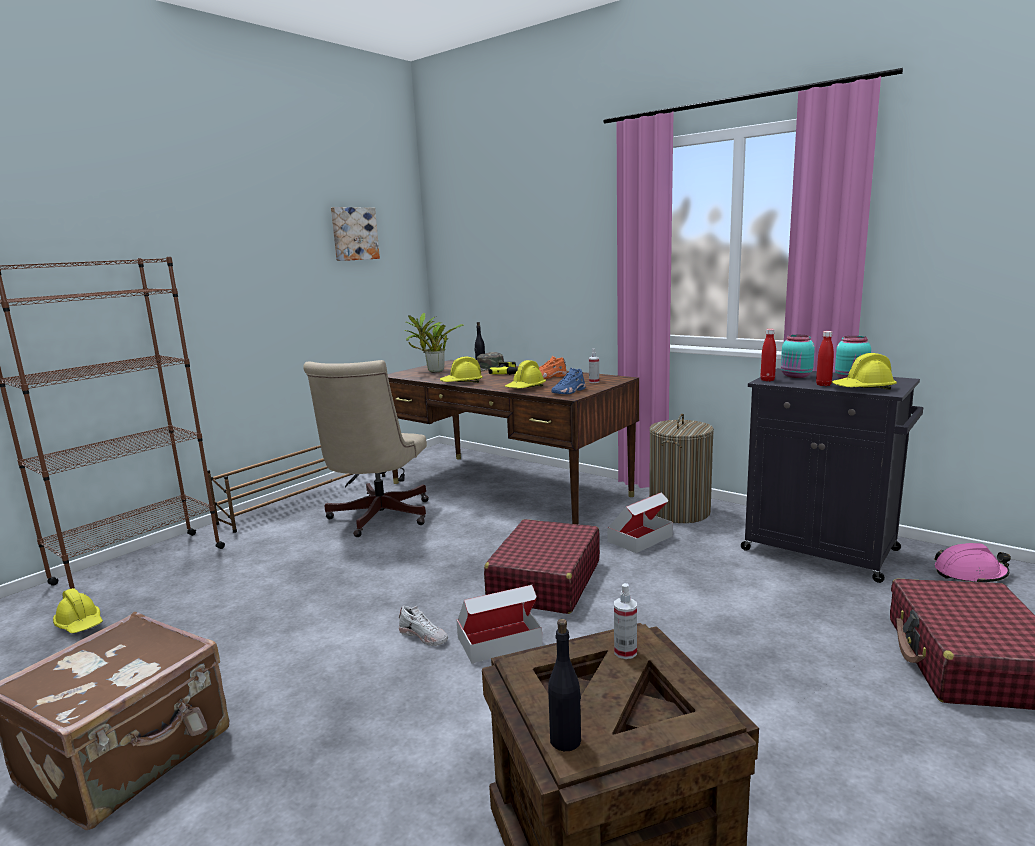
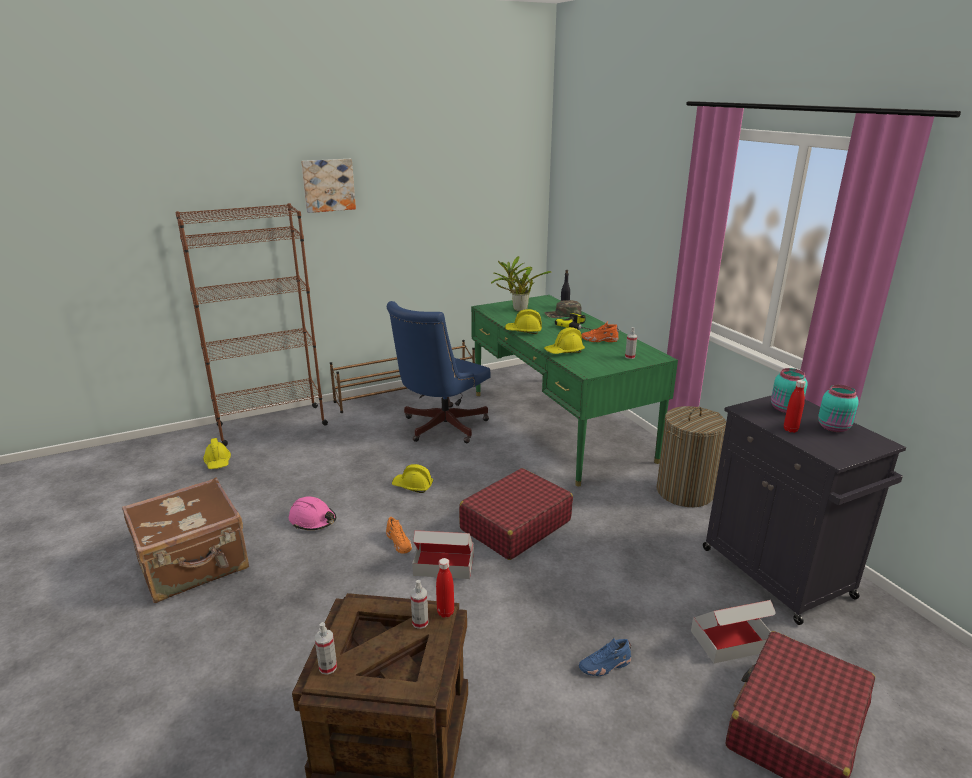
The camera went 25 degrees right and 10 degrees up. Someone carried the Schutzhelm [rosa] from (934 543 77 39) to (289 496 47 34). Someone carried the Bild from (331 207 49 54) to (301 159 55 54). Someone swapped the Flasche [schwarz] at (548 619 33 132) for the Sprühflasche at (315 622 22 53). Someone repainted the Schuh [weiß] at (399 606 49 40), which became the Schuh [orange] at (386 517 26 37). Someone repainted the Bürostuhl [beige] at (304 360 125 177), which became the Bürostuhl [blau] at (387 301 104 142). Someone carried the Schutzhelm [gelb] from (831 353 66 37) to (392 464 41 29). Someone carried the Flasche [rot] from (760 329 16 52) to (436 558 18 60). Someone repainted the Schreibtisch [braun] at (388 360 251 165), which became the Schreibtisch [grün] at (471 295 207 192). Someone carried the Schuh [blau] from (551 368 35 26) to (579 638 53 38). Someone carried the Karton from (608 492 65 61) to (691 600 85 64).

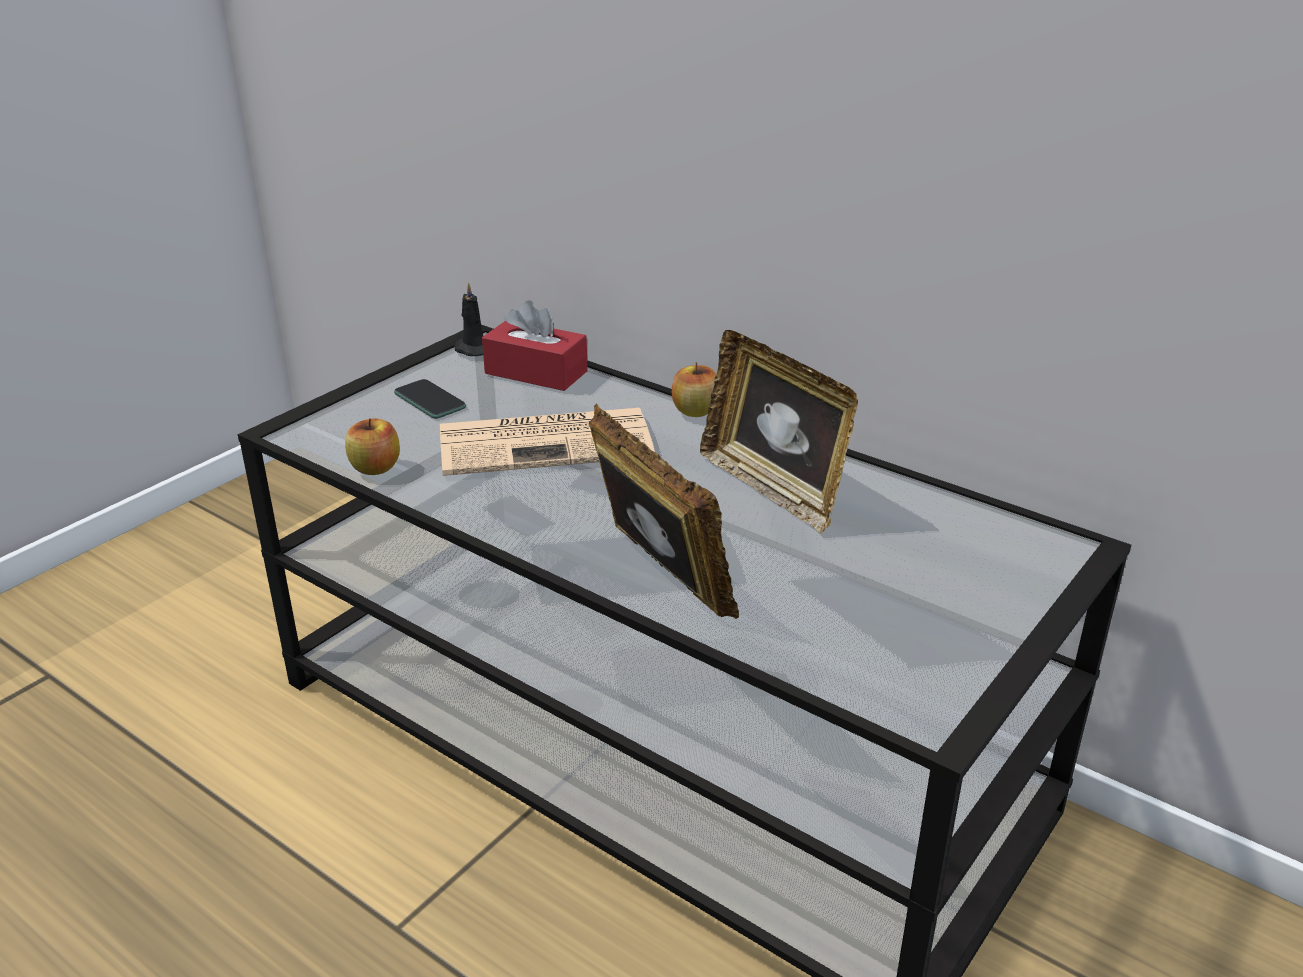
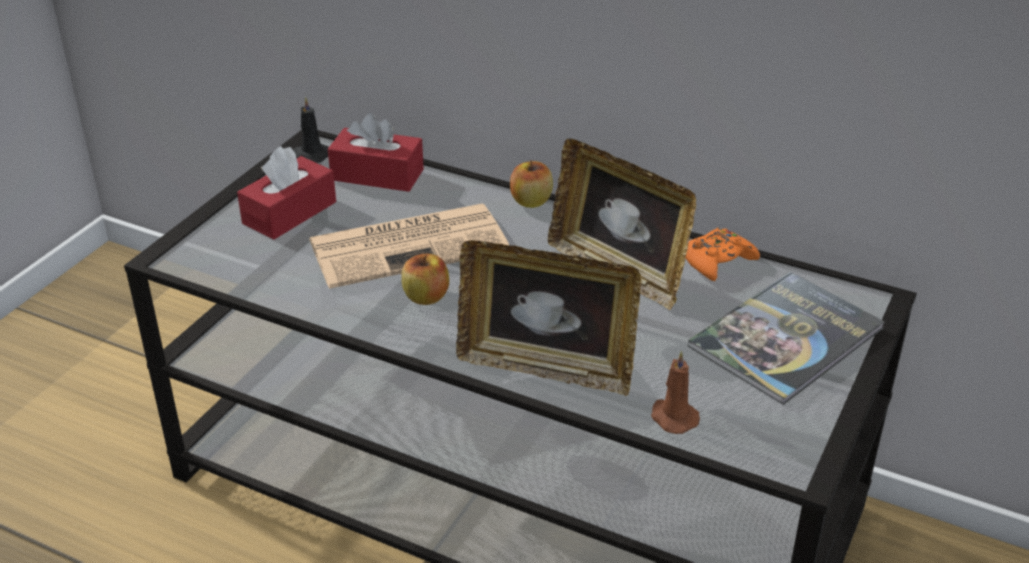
The camera went 10 degrees left and 5 degrees up. Someone swapped the Handy at (394 379 72 40) for the Taschentuchbox [rot] at (237 146 99 94). Someone carried the Apfel from (345 418 55 57) to (401 254 48 51). Someone rotated the Bilderrahmen at (589 403 150 216) by 150 degrees clockwise. Someone put down the Kerze [braun] at (651 350 49 84). Someone put down the Gamepad [orange] at (686 228 74 53). Someone put down the Buch at (688 272 197 133).

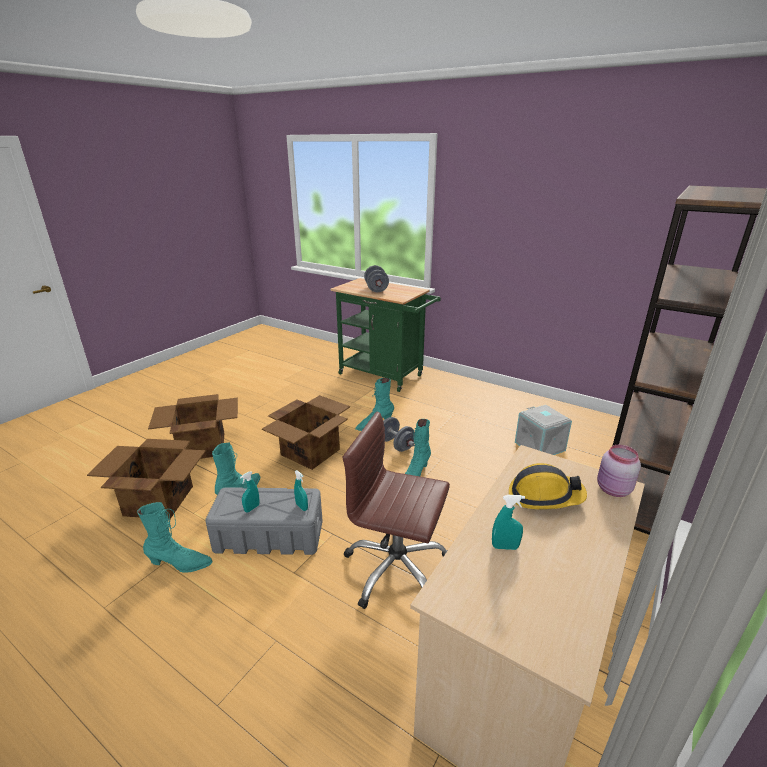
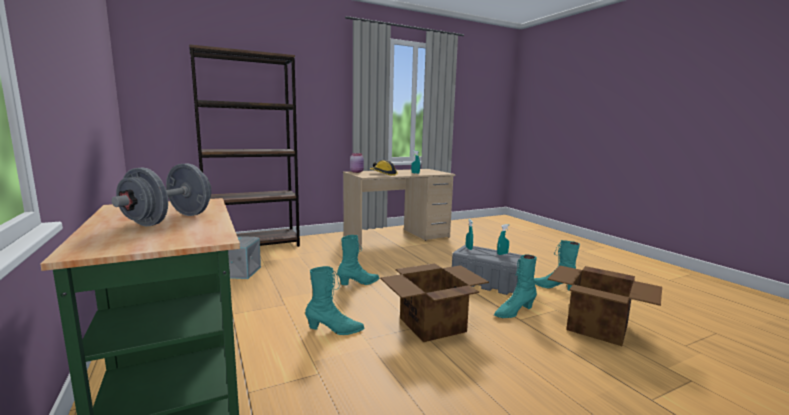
The camera went 150 degrees left and 15 degrees down. Someone took away the Karton at (148 394 90 65). Someone took away the Bürostuhl [braun] at (343 412 107 197). Someone took away the Hantel [grau] at (383 417 32 35).

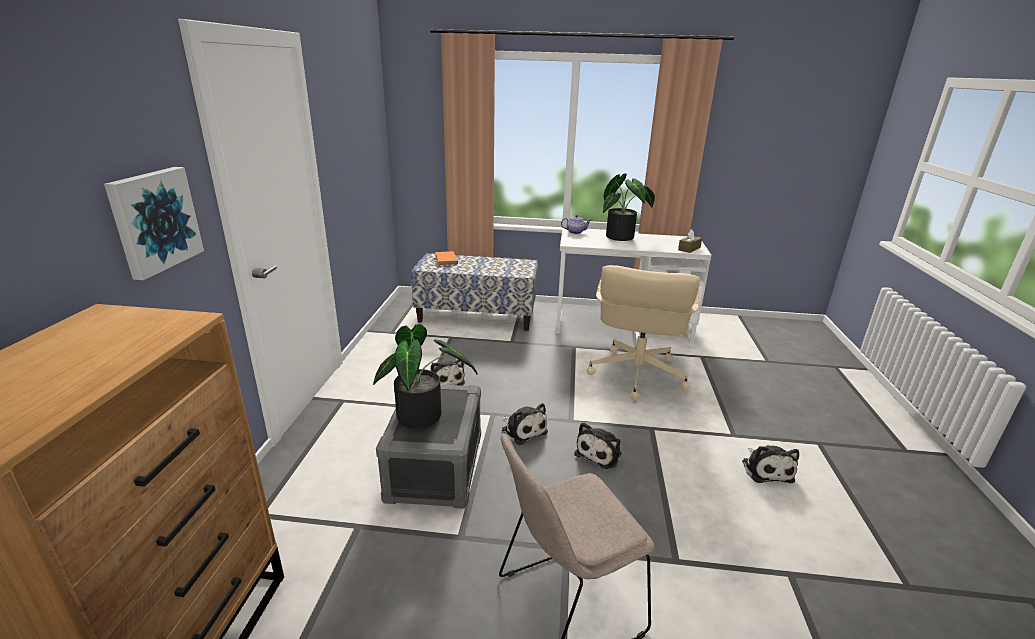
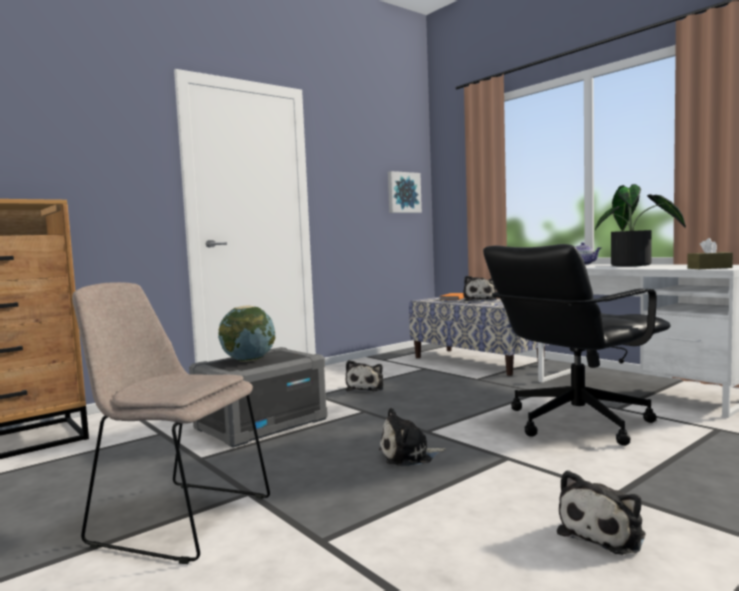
The camera went 45 degrees right and 20 degrees down. Someone swapped the Topfpflanze at (373 324 105 104) for the Globus at (218 305 57 57). Someone carried the Bild from (104 167 100 113) to (388 171 34 42). Someone carried the Plüschtier from (502 403 46 42) to (463 276 33 25). Someone repainted the Bürostuhl [beige] at (587 265 113 136), which became the Bürostuhl [schwarz] at (483 244 188 202).

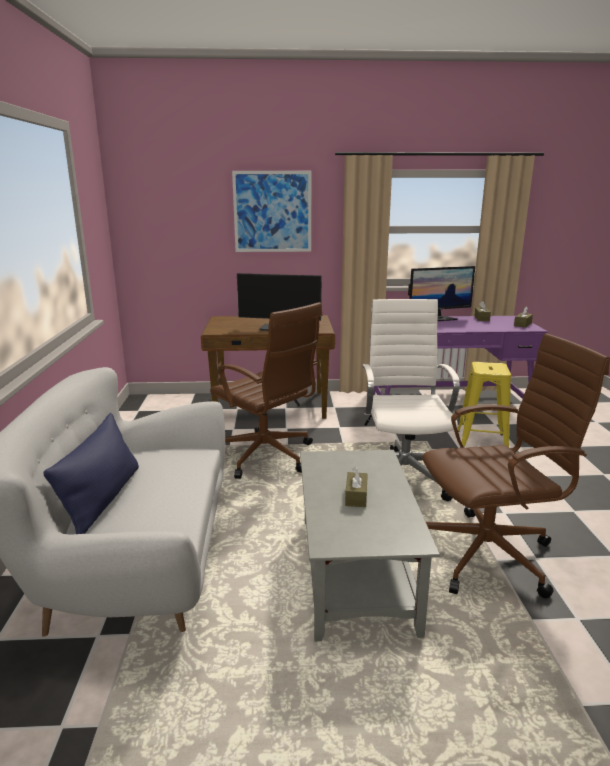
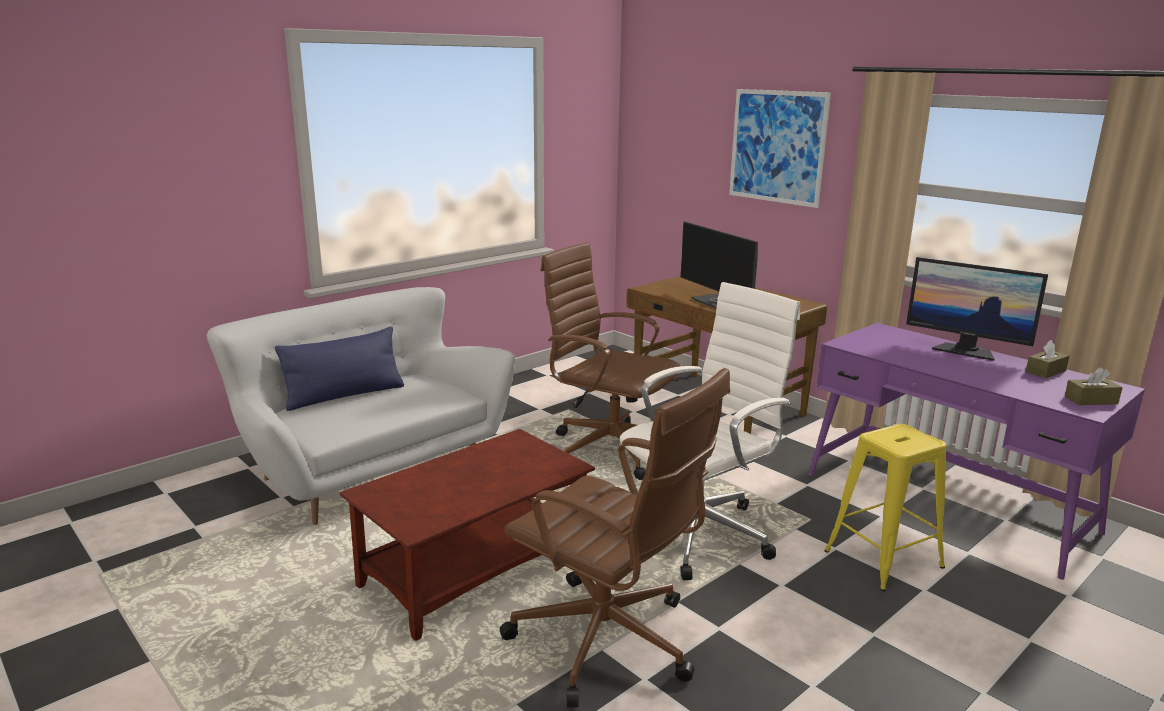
The camera went 50 degrees right and 0 degrees up. Someone repainted the Couchtisch [grau] at (300 450 140 191), which became the Couchtisch [braun] at (340 429 255 212). Someone rotated the Bürostuhl [braun] at (210 302 112 177) by 120 degrees clockwise. Someone took away the Taschentuchbox [braun] at (345 467 23 40).

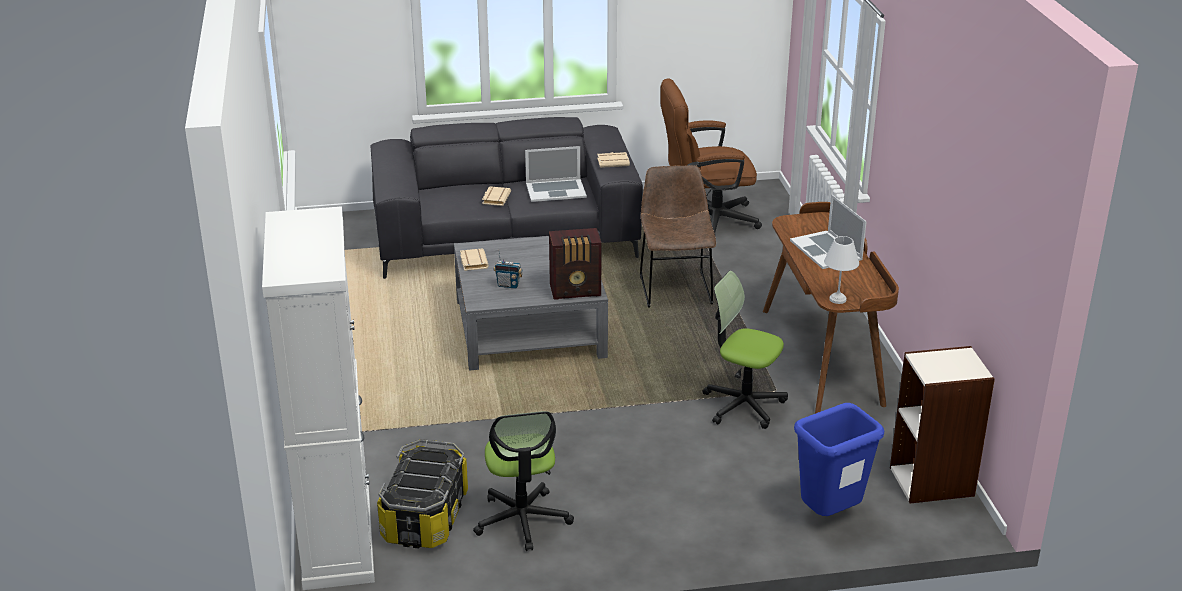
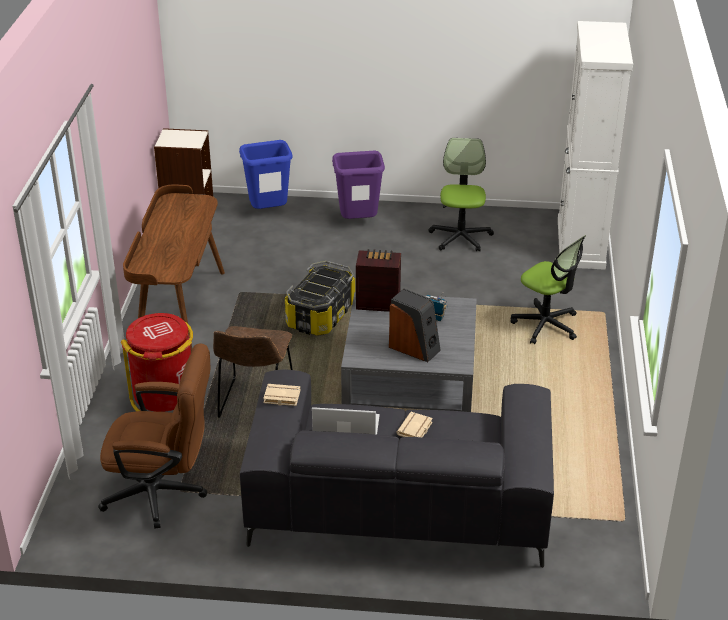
The camera went 165 degrees left and 5 degrees up. Someone put down the Mülleimer [rot] at (121 313 72 99). Someone carried the Aufbewahrungsbox from (377 439 91 109) to (285 261 70 75). Someone put down the Mülleimer [lila] at (332 151 53 68). Someone put down the Lautsprecher at (389 288 52 74). Someone carried the Bürostuhl from (702 271 86 158) to (510 235 76 109). Someone took away the Buch [beige] at (460 248 29 23). Someone took away the Laptop at (790 194 77 75). Someone took away the Tischlampe [weiß] at (824 236 35 68).

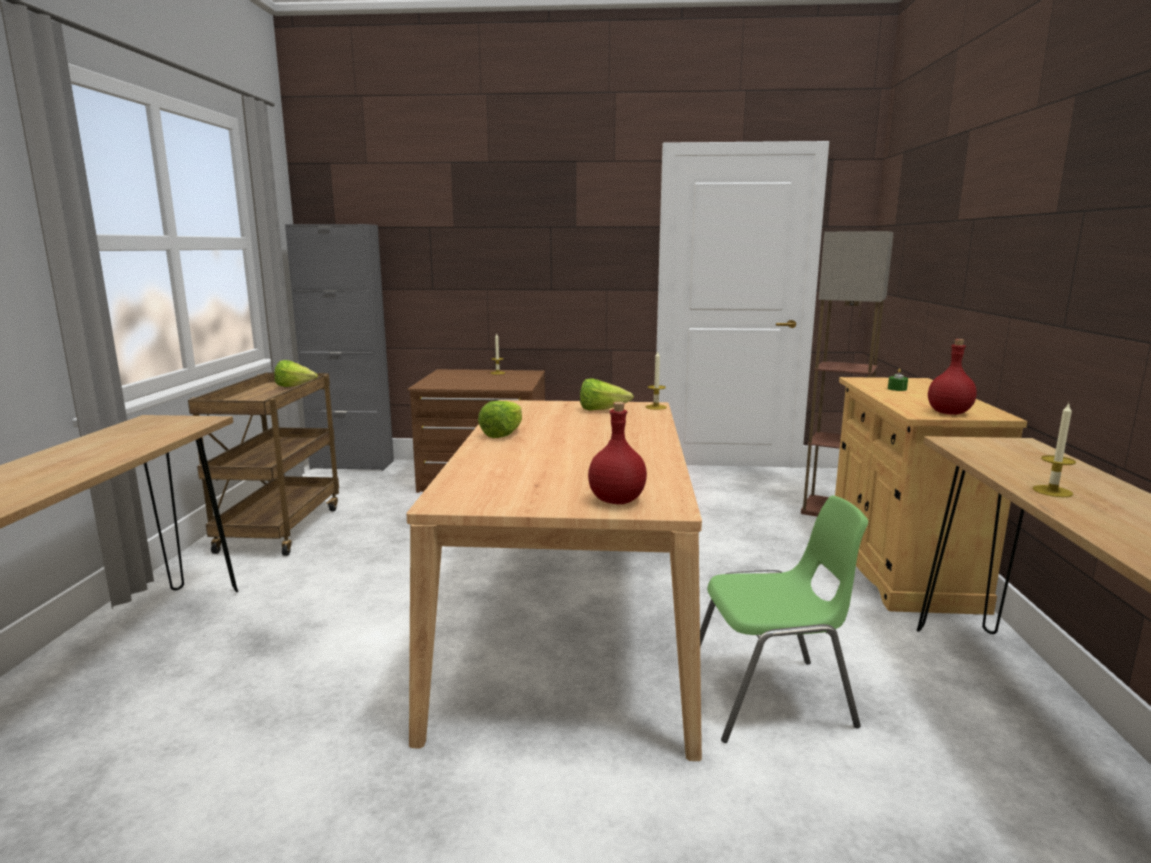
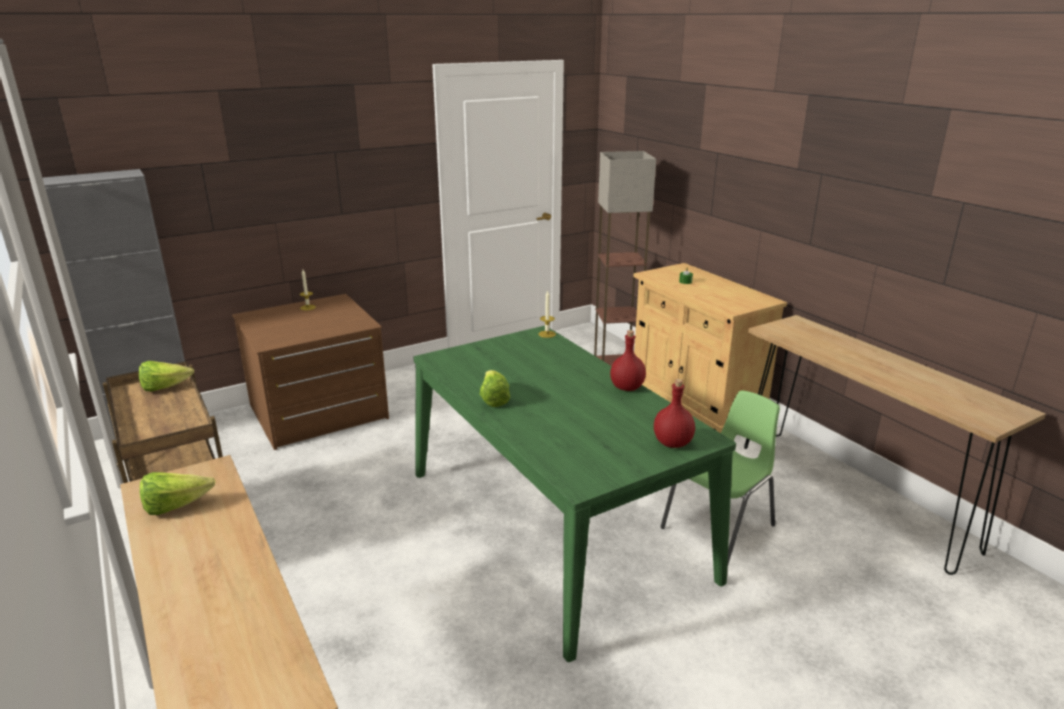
The camera went 35 degrees left and 10 degrees up. Someone carried the Salatkopf from (580 378 54 33) to (140 472 75 43). Someone repainted the Esstisch [beige] at (406 400 296 361), which became the Esstisch [grün] at (413 326 323 336). Someone carried the Flasche [rot] from (928 339 49 76) to (610 330 36 61). Someone took away the Kerze at (1033 403 43 94).

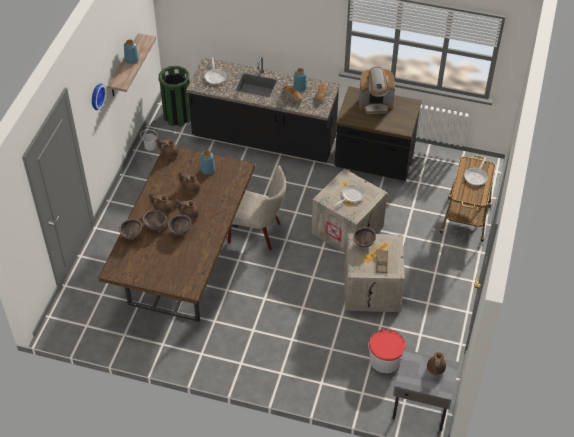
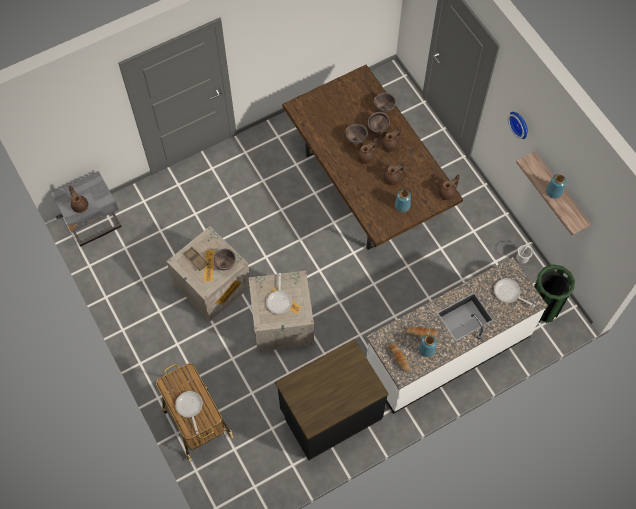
The camera went 135 degrees right and 15 degrees up. Someone repainted the Küchenzeile [schwarz] at (186 56 154 107), which became the Küchenzeile [weiß] at (366 257 182 157). Someone took away the Stuhl [beige] at (228 166 58 84). Someone took away the Kaffeemaschine at (359 67 36 47). Someone took away the Eimer at (368 329 38 44).

